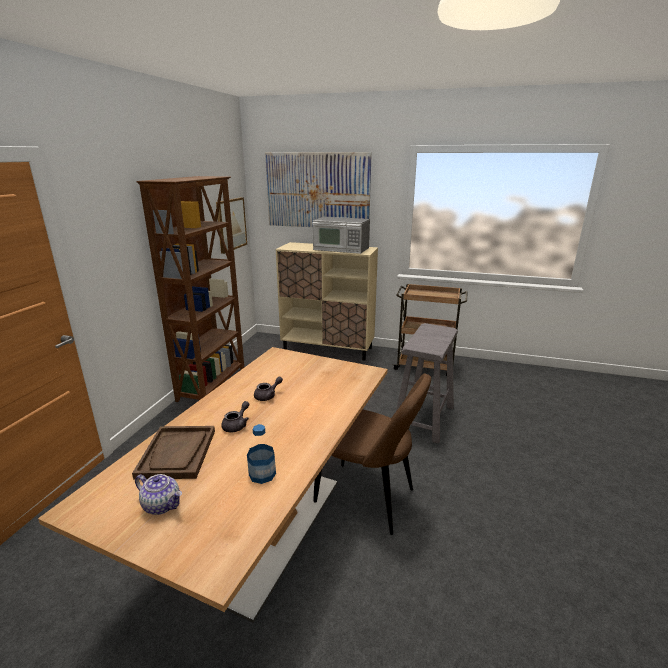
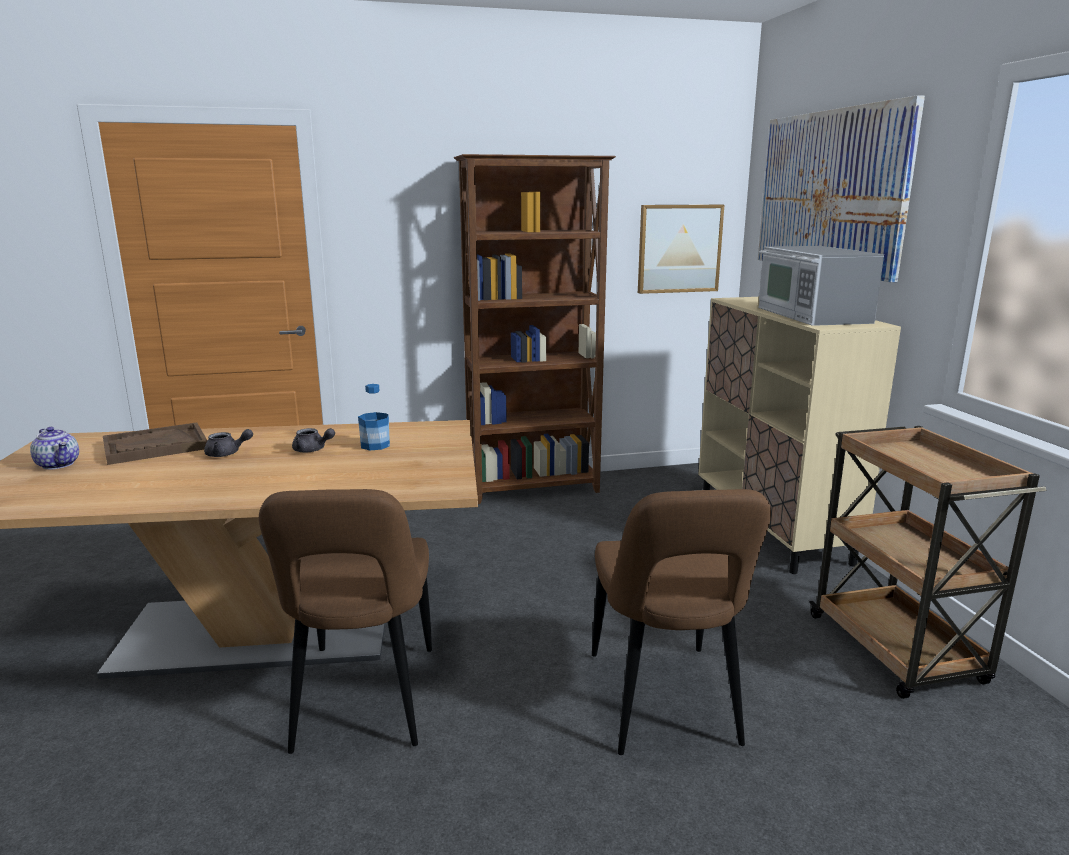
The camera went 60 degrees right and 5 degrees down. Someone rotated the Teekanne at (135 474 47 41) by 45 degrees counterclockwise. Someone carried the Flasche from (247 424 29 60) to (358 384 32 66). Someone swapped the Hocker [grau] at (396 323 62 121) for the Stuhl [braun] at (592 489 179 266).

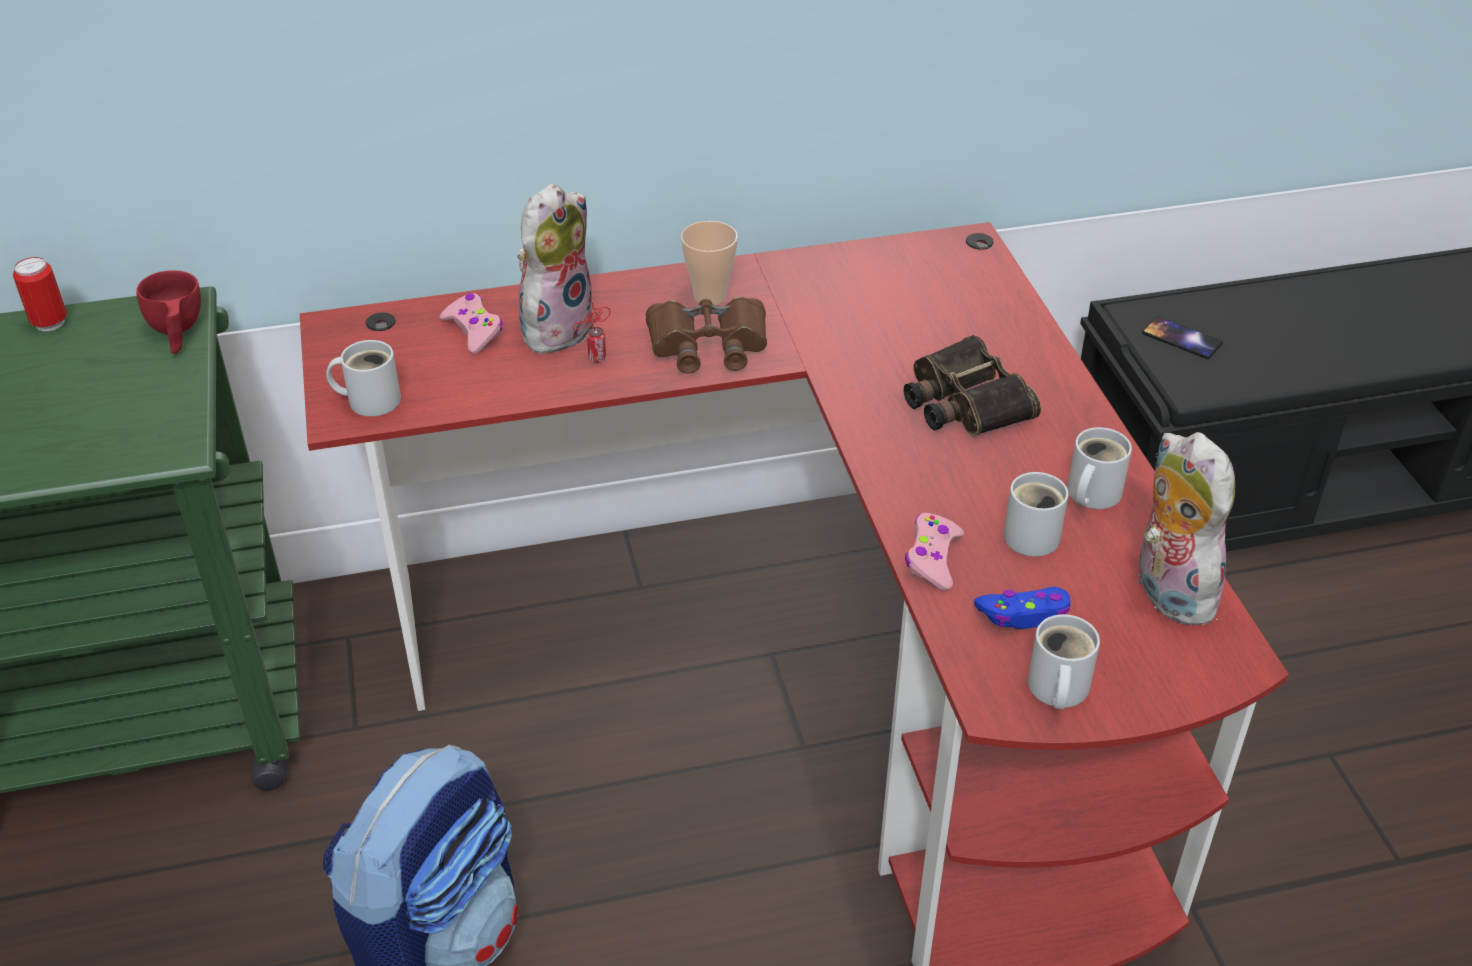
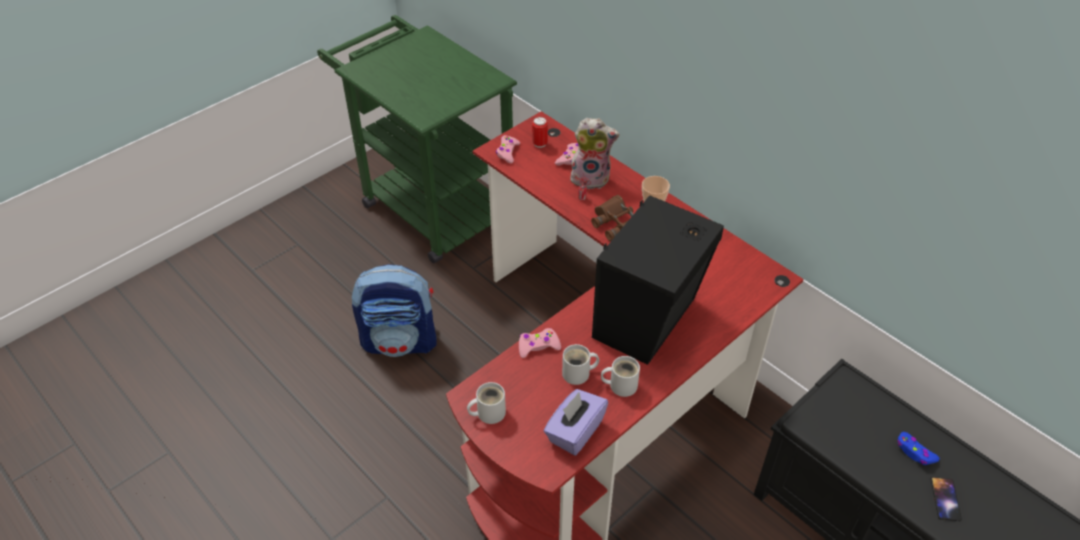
The camera went 60 degrees right and 5 degrees up. Someone swapped the Henkelbecher [weiß] at (326 340 75 77) for the Gamepad [rosa] at (496 135 24 28). Someone carried the Dose from (13 257 54 74) to (532 117 16 31). Someone swapped the Plüschtier at (1135 432 100 193) for the Taschentuchbox [lila] at (544 389 64 66). Someone swapped the Fernglas at (904 335 137 102) for the Lautsprecher [schwarz] at (592 195 132 170). Someone carried the Gamepad [blau] from (974 587 96 42) to (897 432 43 33). Someone carried the Handy from (1142 316 81 43) to (931 477 31 44). Someone took away the Tasse [rot] at (137 270 64 84).

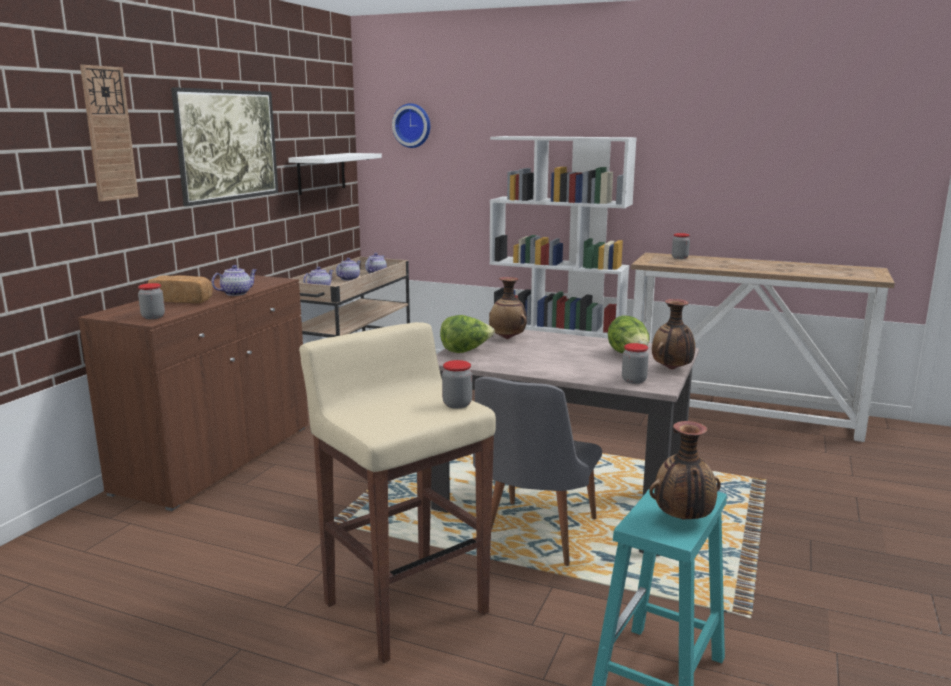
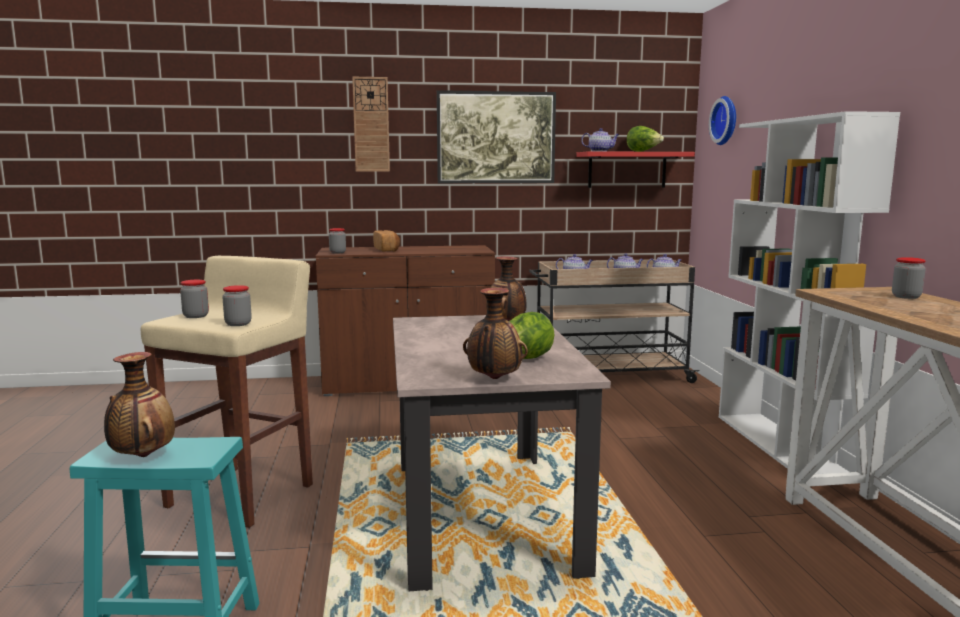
The camera went 60 degrees right and 5 degrees down. Someone carried the Vorratsglas from (622 343 27 41) to (180 280 29 38). Someone repainted the Wandregal [weiß] at (288 153 94 42), which became the Wandregal [rot] at (576 151 119 37). Someone carried the Teekanne from (212 265 45 31) to (581 128 39 24). Someone carried the Salatkopf from (440 315 55 38) to (627 126 37 26). Someone took away the Stuhl [grau] at (473 377 129 189).

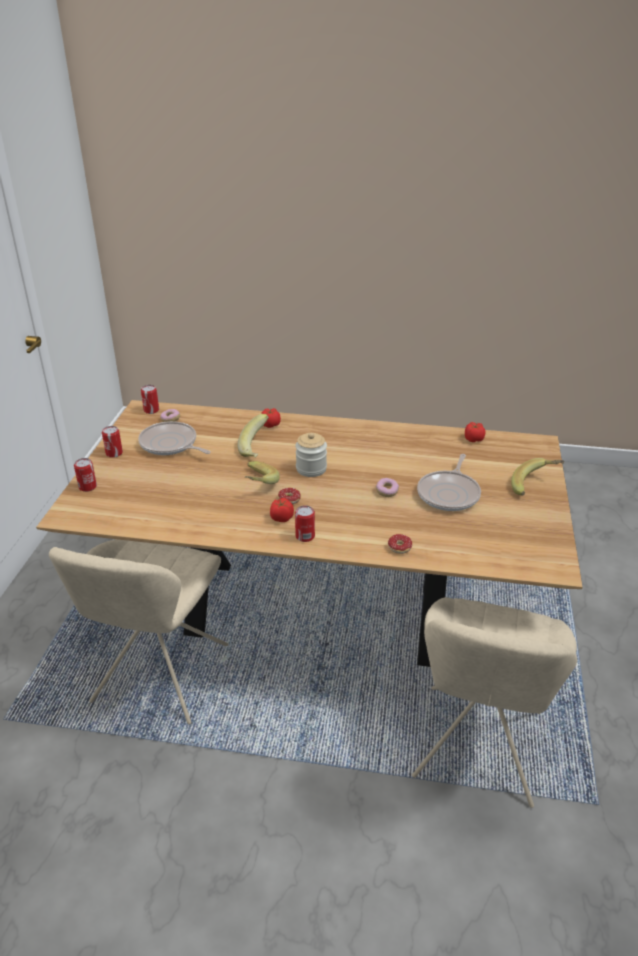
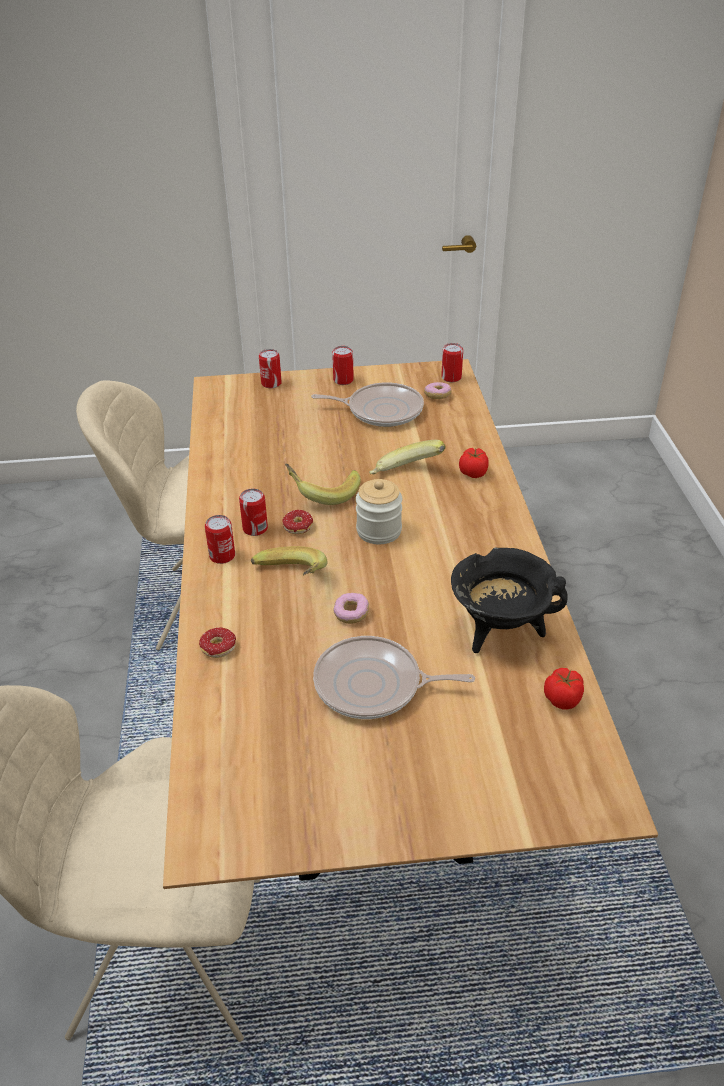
The camera went 75 degrees right and 5 degrees up. Someone swapped the Tomate at (270 498 24 24) for the Dose at (239 489 29 47). Someone carried the Banane from (511 458 53 38) to (251 546 77 29). Someone rotated the Pfanne at (138 421 73 34) by 75 degrees clockwise. Someone put down the Kochtopf [schwarz] at (451 548 117 105).

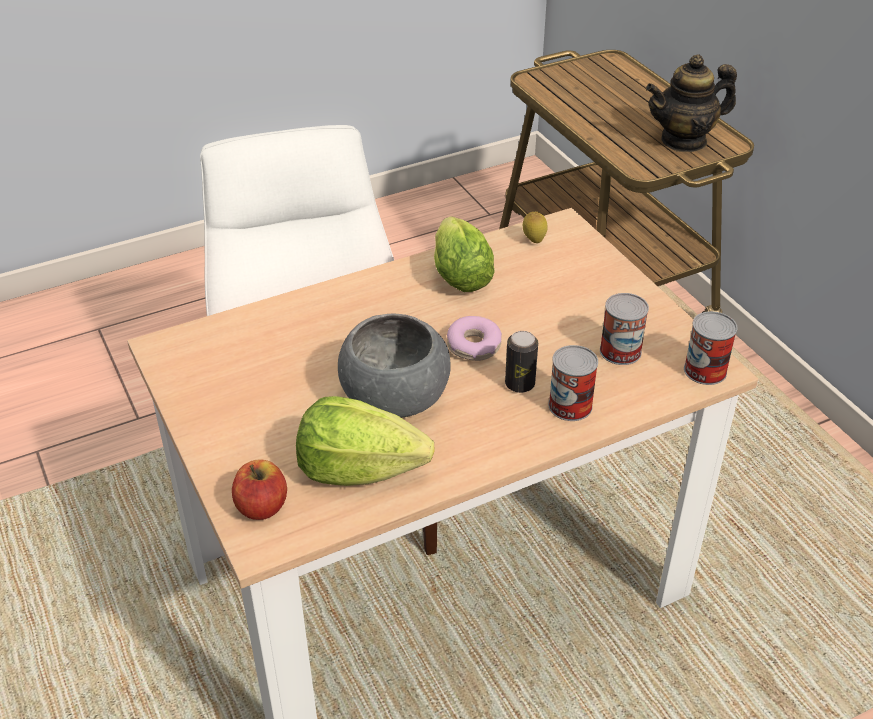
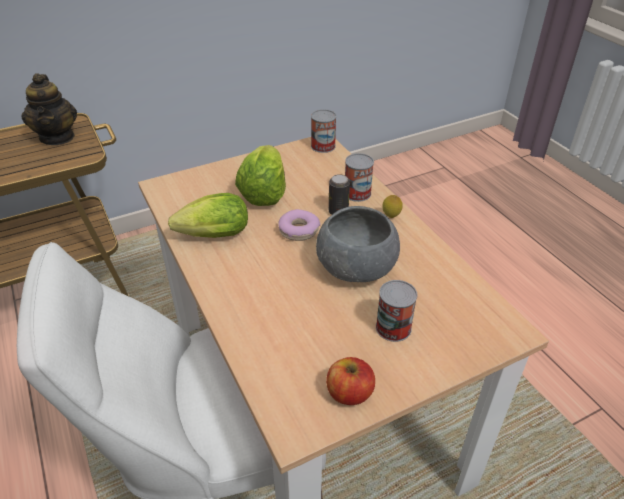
The camera went 90 degrees left and 0 degrees up. Someone carried the Salatkopf from (296 396 139 90) to (235 145 51 61). Someone carried the Apfel from (232 460 55 60) to (326 357 49 48). Someone carried the Dose from (600 293 49 72) to (376 280 41 62). Someone carried the Zitrone from (523 212 25 31) to (382 195 21 23).

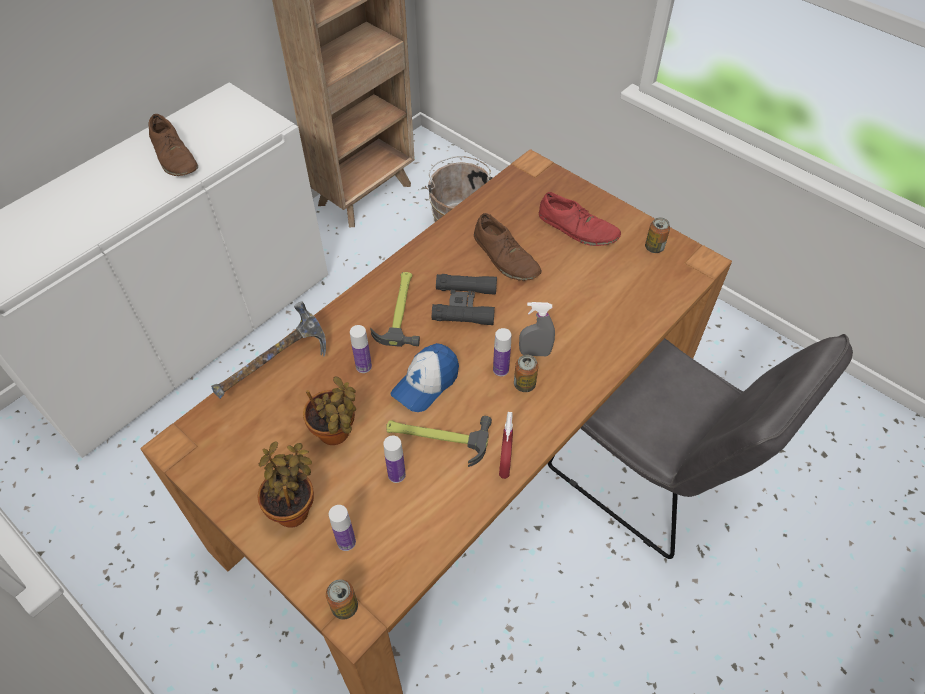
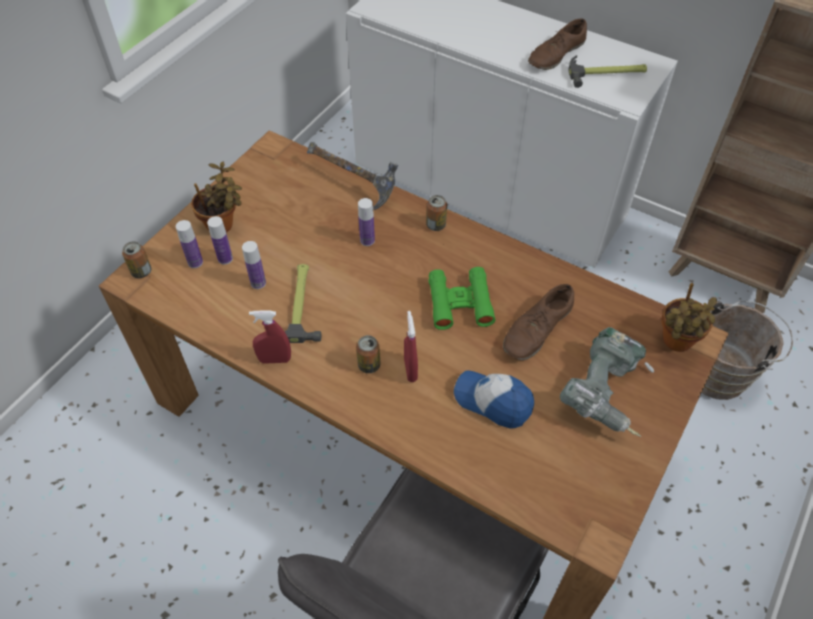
The camera went 80 degrees right and 0 degrees up. Someone carried the Flasche from (493 328 18 48) to (207 216 26 49). Someone repainted the Sprühflasche [grau] at (519 302 36 54), which became the Sprühflasche [rot] at (404 311 14 71). Someone carried the Dose from (645 218 25 35) to (426 195 21 36). Someone repainted the Fernglas [schwarz] at (432 274 65 51), which became the Fernglas [grün] at (429 267 66 63). Someone carried the Kappe from (390 343 69 69) to (454 370 80 59). Someone swapped the Schuh [rot] at (539 192 82 54) for the Bohrmaschine at (560 327 94 110). Someone carried the Hammer from (370 272 50 75) to (568 55 79 33). Someone carried the Topfpflanze from (303 376 53 69) to (661 283 56 69).

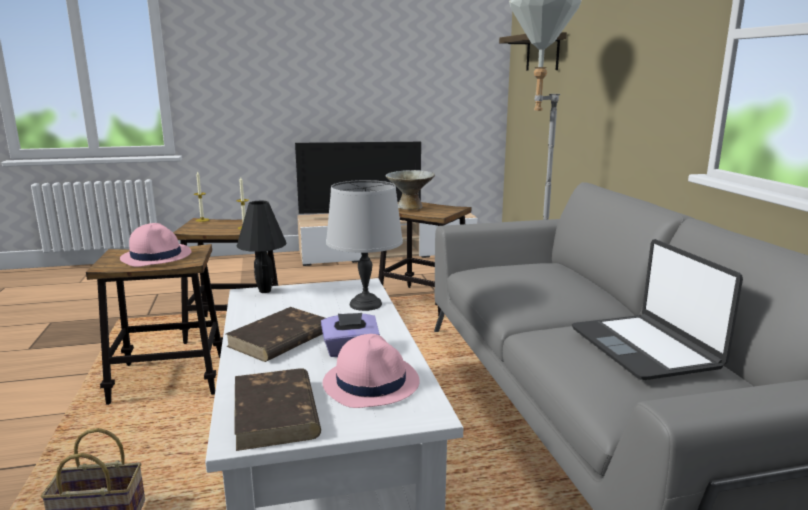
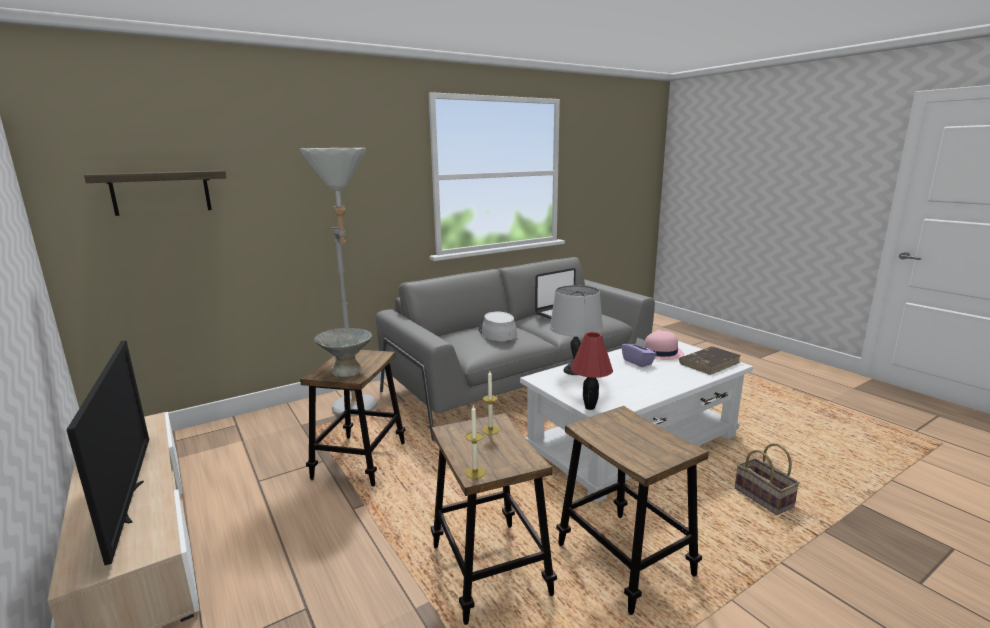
The camera went 110 degrees left and 0 degrees up. Someone put down the Hut [grau] at (478 312 39 29). Someone repainted the Tischlampe [schwarz] at (237 201 49 92), which became the Tischlampe [rot] at (571 332 42 78). Someone took away the Hut [rosa] at (120 223 71 44). Someone took away the Buch [braun] at (226 307 99 55).

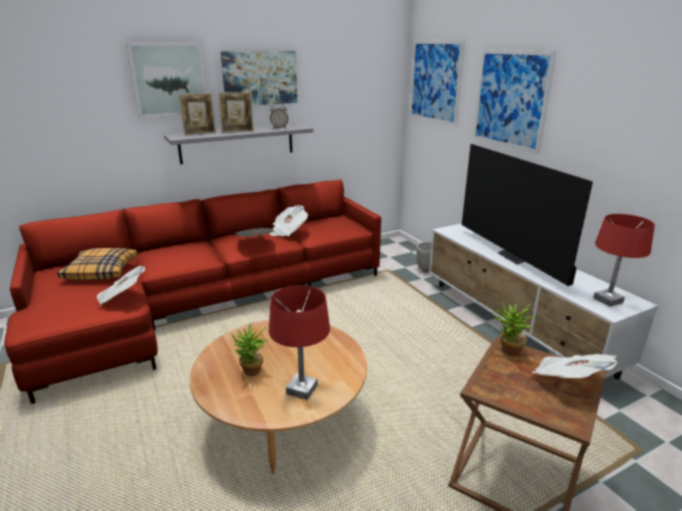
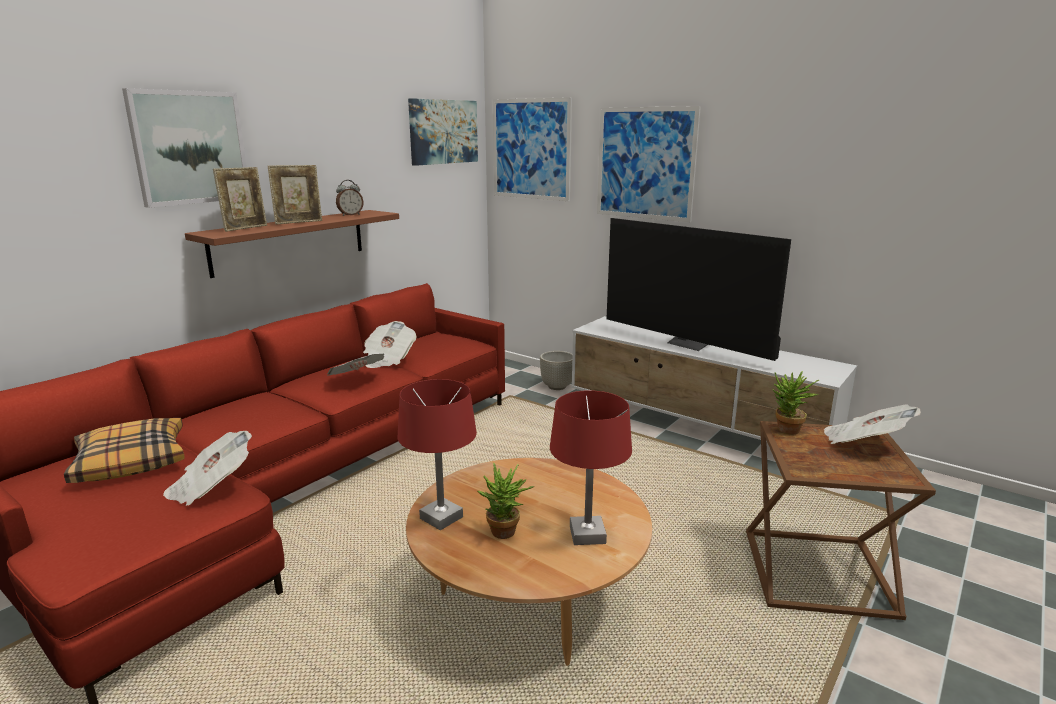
The camera went 25 degrees left and 5 degrees down. Someone repainted the Wandregal [grau] at (164 124 149 40), which became the Wandregal [braun] at (185 210 214 68). Someone carried the Tischlampe [rot] from (594 214 61 93) to (397 379 80 151). Someone carried the Bild from (221 51 76 54) to (408 98 70 68).

